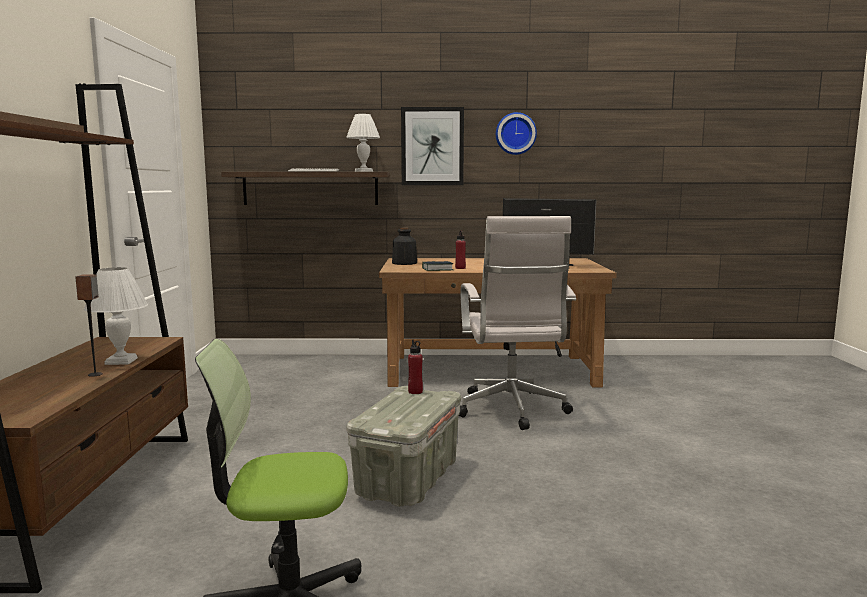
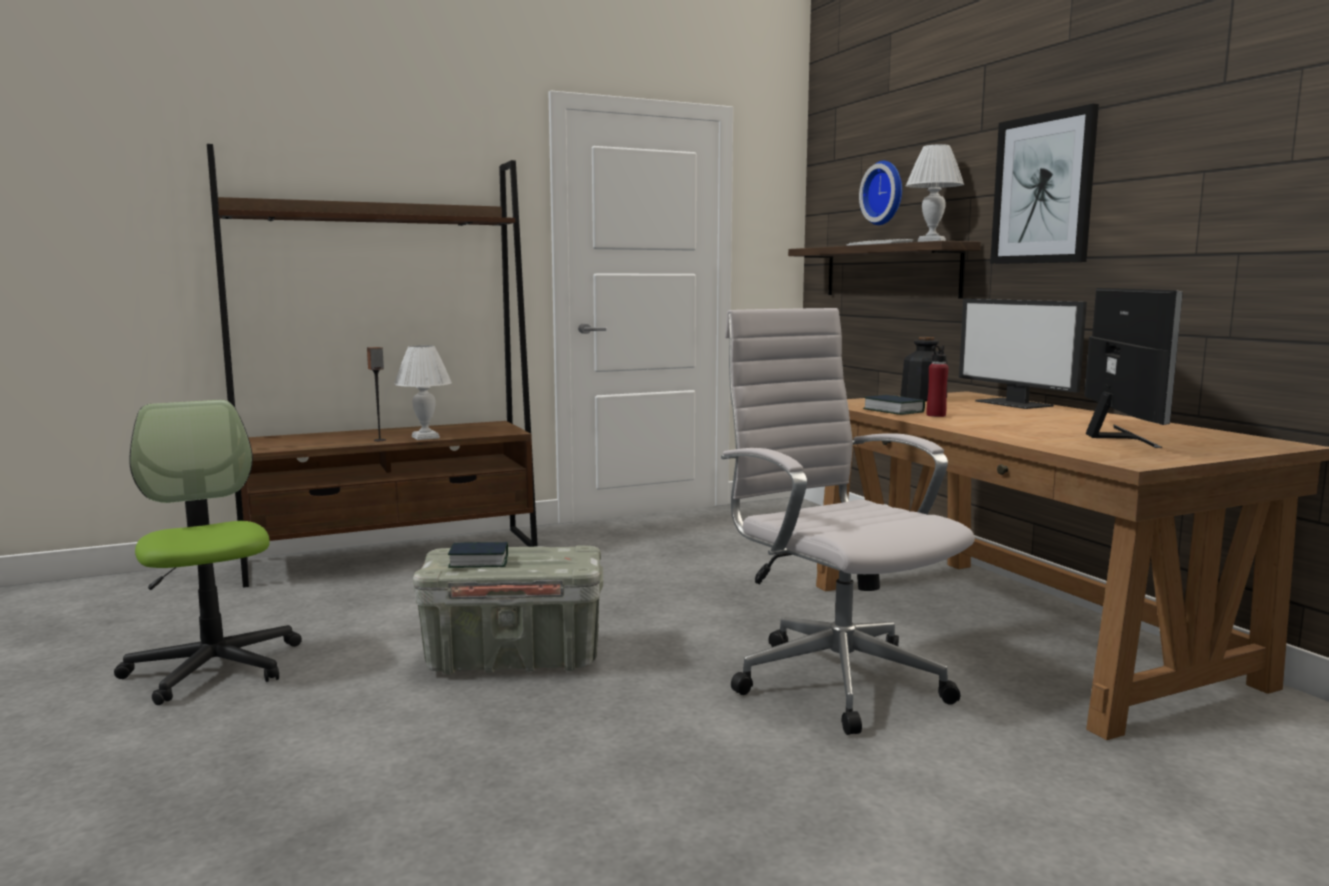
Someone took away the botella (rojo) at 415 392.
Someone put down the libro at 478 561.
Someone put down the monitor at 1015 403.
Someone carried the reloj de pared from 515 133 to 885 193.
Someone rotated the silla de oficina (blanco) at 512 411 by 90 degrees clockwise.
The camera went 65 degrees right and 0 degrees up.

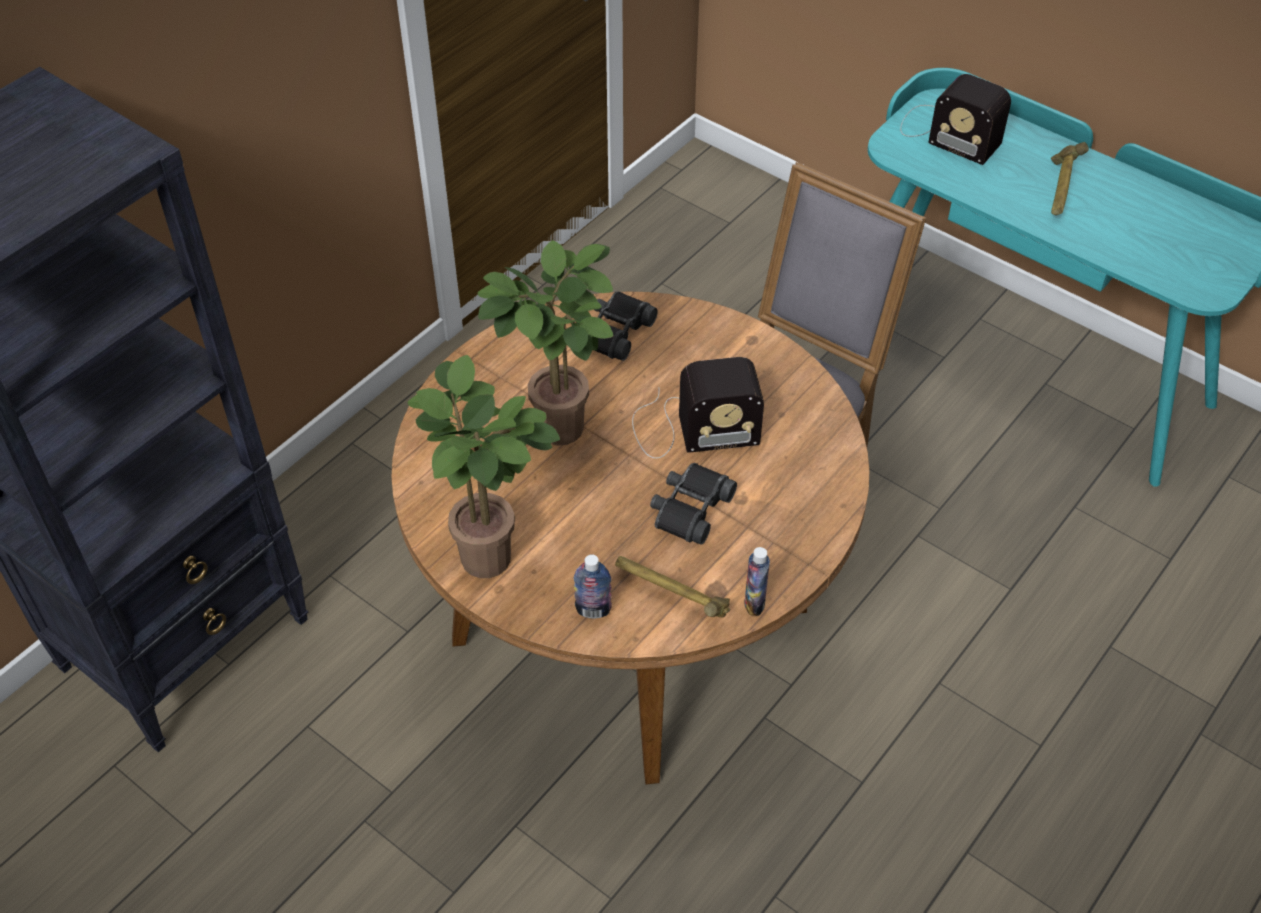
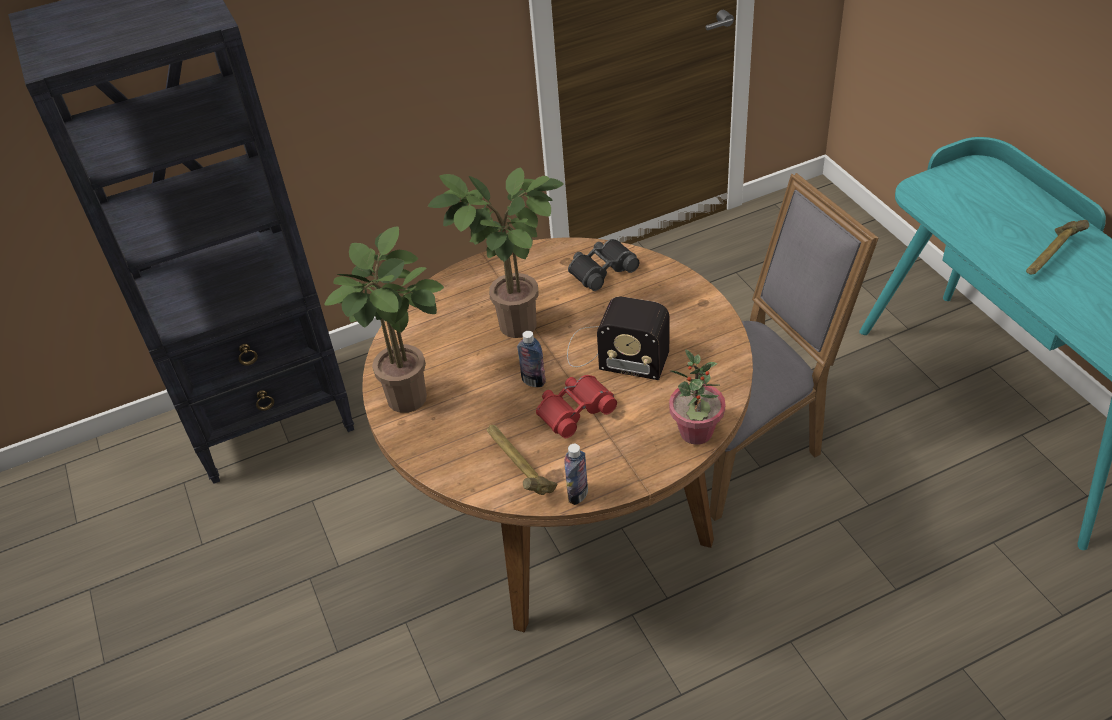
Someone took away the radio at 946 132.
Someone put down the planta en maceta at 696 432.
Someone carried the botella from 593 610 to 533 381.
Someone repainted the prismáticos (negro) at 690 509, which became the prismáticos (rojo) at 574 410.
The camera went 30 degrees right and 5 degrees down.

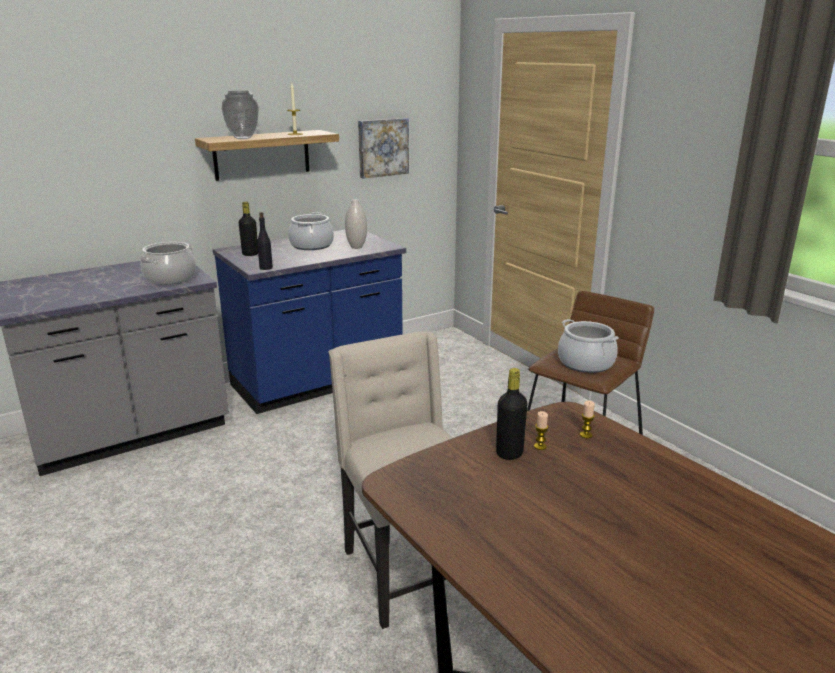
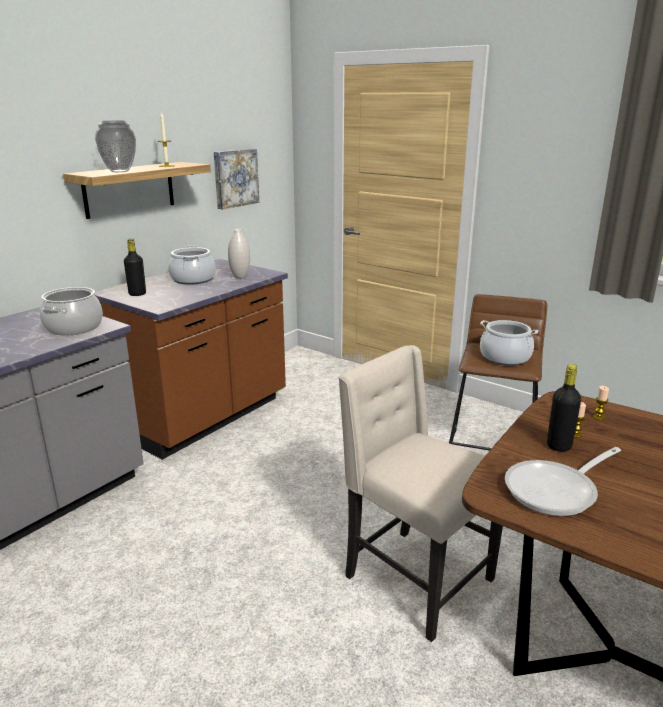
Someone took away the botella (negro) at 266 268.
Someone put down the sartén at 556 491.
Someone repainted the mueble bajo de cocina (azul) at 318 383, which became the mueble bajo de cocina (marrón) at 205 418.
The camera went 20 degrees left and 0 degrees up.

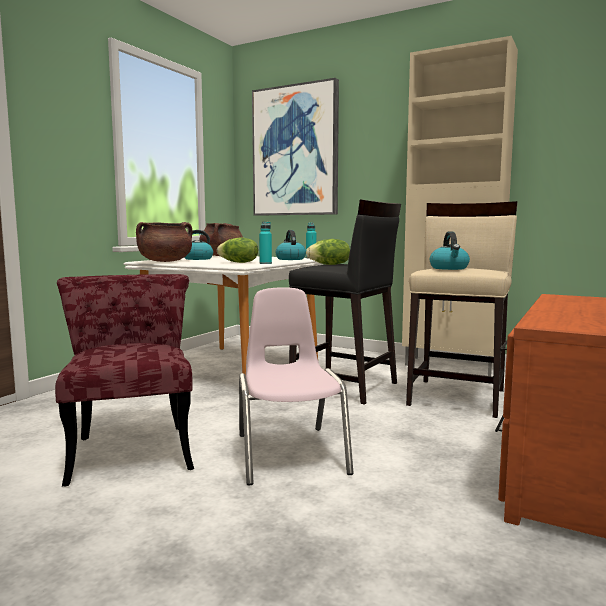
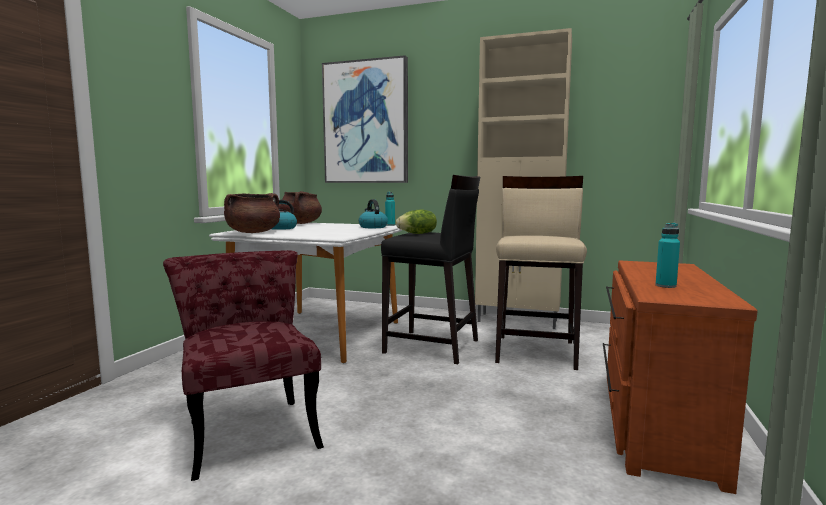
Someone took away the lechuga at 238 262.
Someone took away the silla (rosa) at 290 453.
Someone took away the hervidor at 449 268.
Someone carried the botella (turquesa) from 265 263 to 665 286.
The camera went 10 degrees left and 0 degrees up.

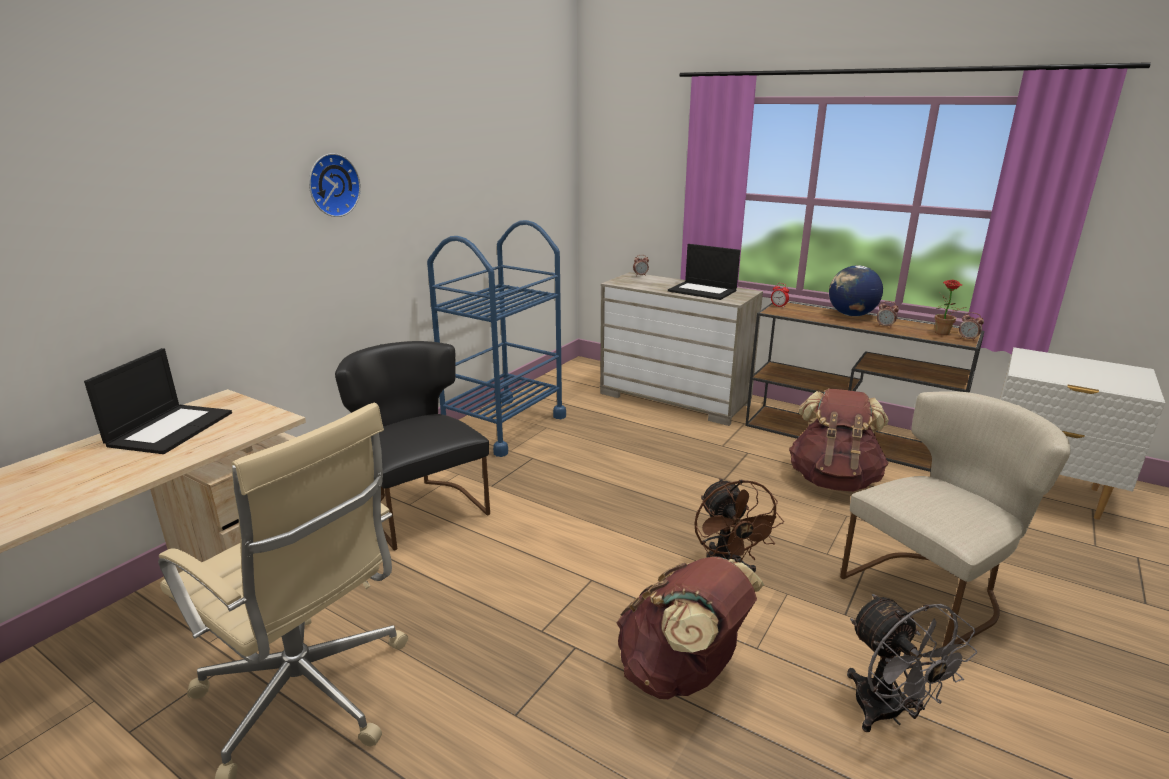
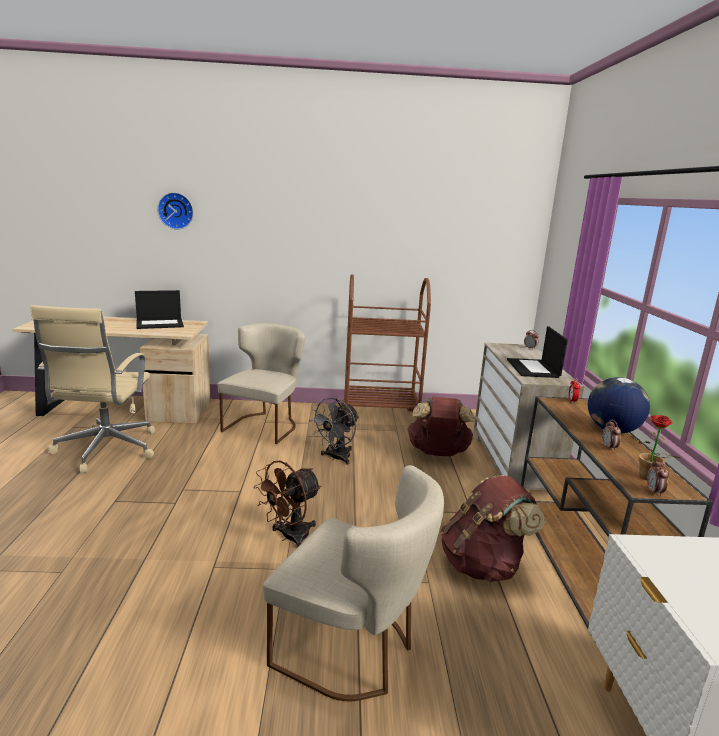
Someone carried the reloj de pared from 332 185 to 176 211.
Someone carried the mochila (marrón) from 681 673 to 438 453.
Someone carried the ventilador (gris) from 888 714 to 336 458.
Someone repainted the silla (negro) at 420 507, which became the silla (beis) at 265 425.
Someone repainted the carrito (azul) at 503 426, which became the carrito (marrón) at 379 418.
The camera went 55 degrees right and 5 degrees down.

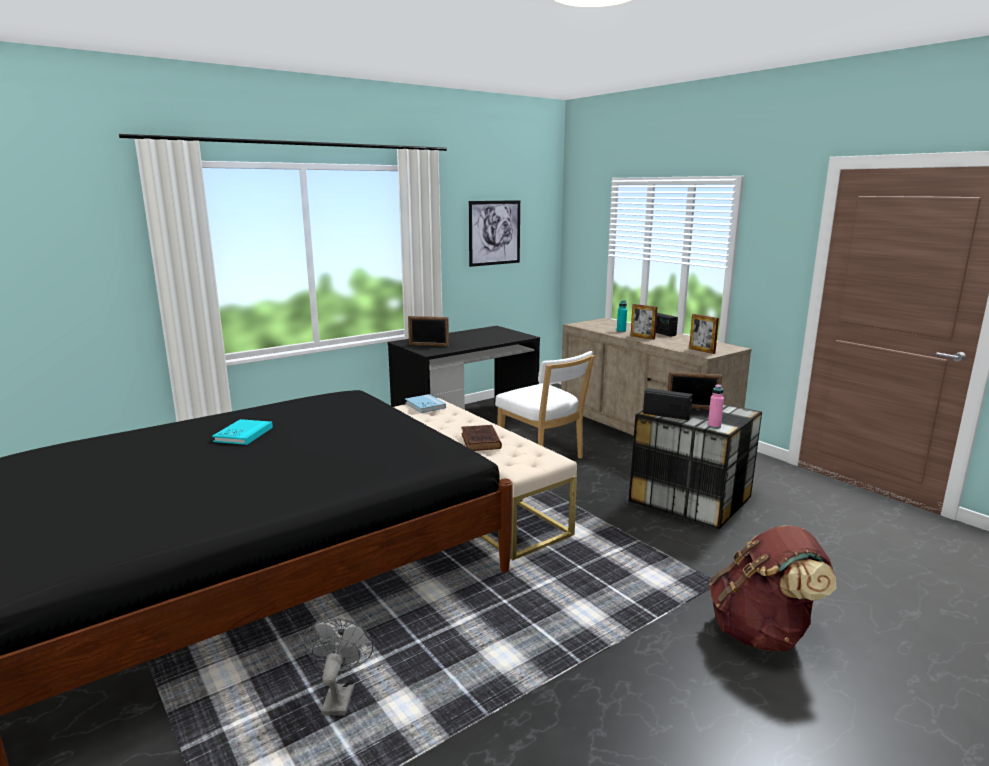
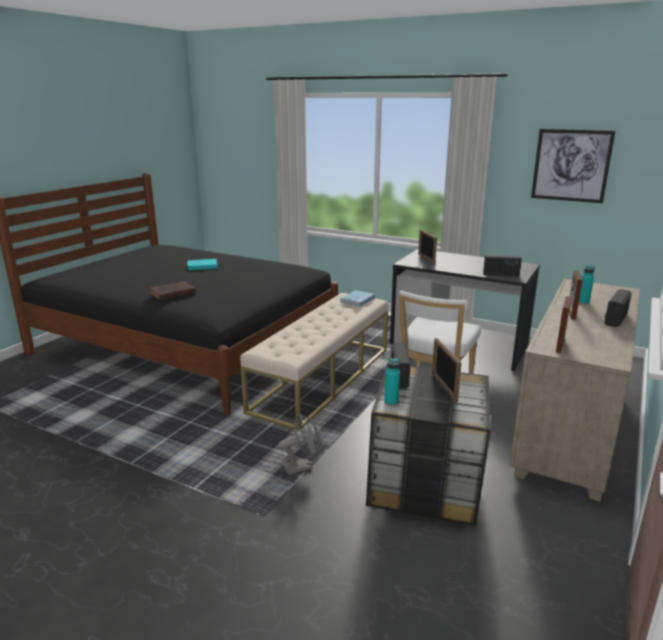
Someone took away the mochila (marrón) at 762 633.
Someone put down the radio at 501 274.
Someone carried the ventilador (gris) from 339 695 to 302 466.
Someone carried the libro (marrón) from 481 442 to 171 294.
Someone repainted the botella (rosa) at 714 426, which became the botella (turquesa) at 391 402.
The camera went 65 degrees right and 5 degrees up.

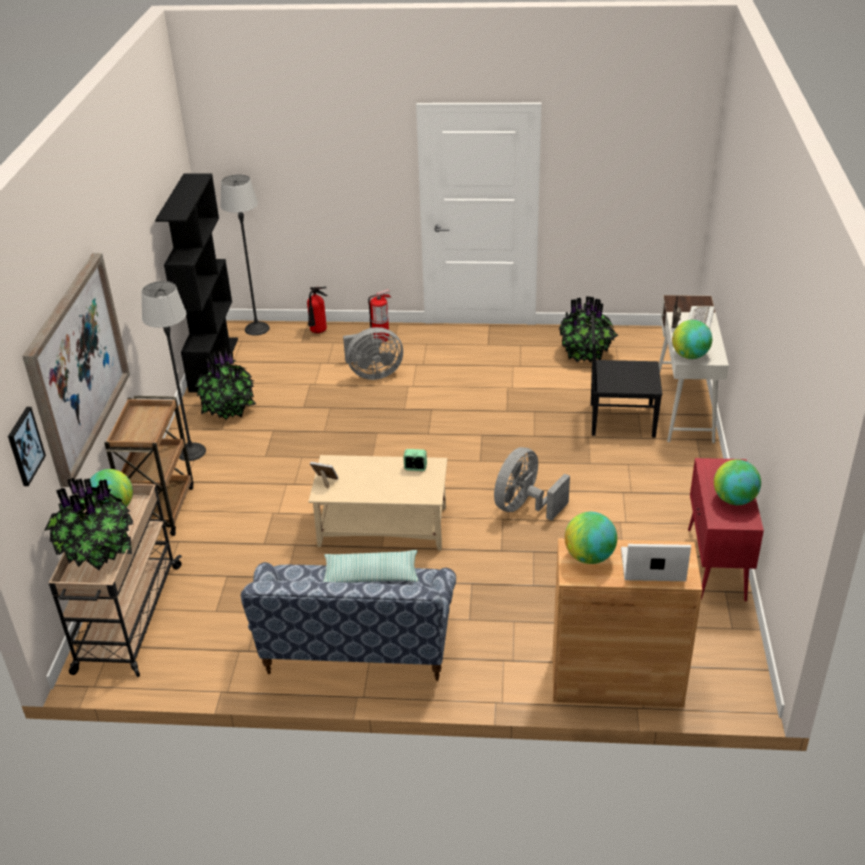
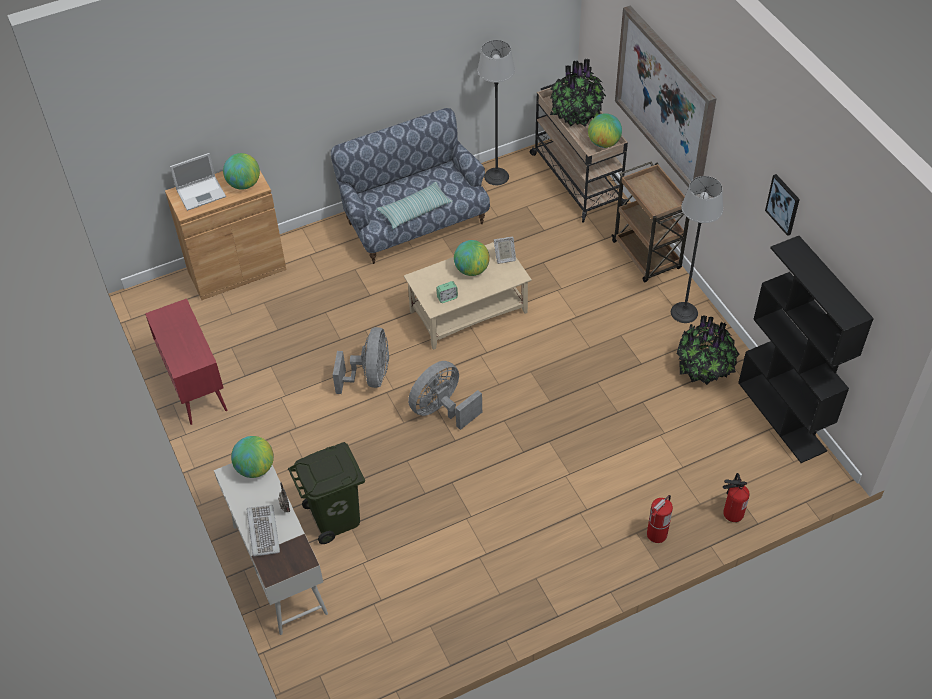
Someone took away the planta en maceta at 586 355.
Someone carried the cuadro from 25 446 to 783 204.
Someone carried the lámpara de pie from 257 328 to 496 176.
Someone carried the ventilador (gris) from 373 373 to 442 409.
Someone carried the globo terráqueo from 734 500 to 472 270.
Someone swapped the silla (negro) at 620 420 for the papelera (verde) at 336 518.
The camera went 150 degrees right and 15 degrees up.

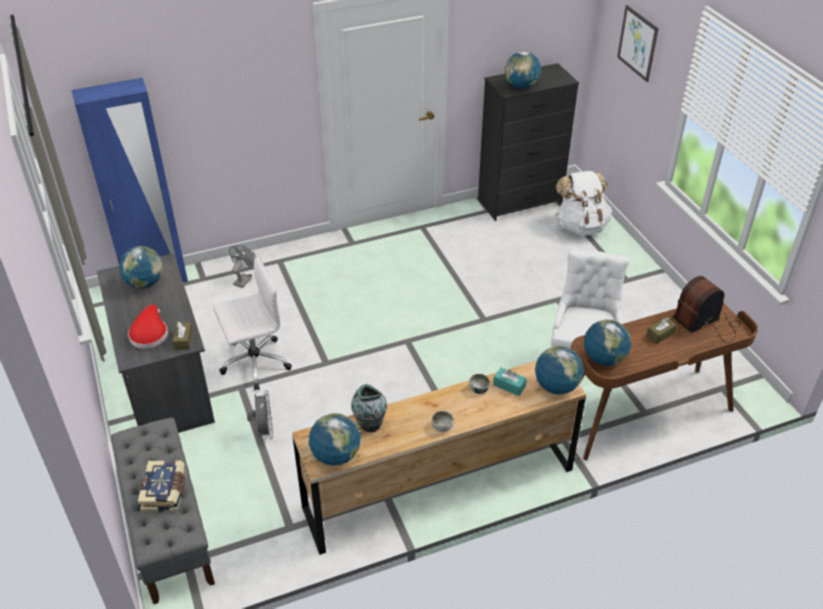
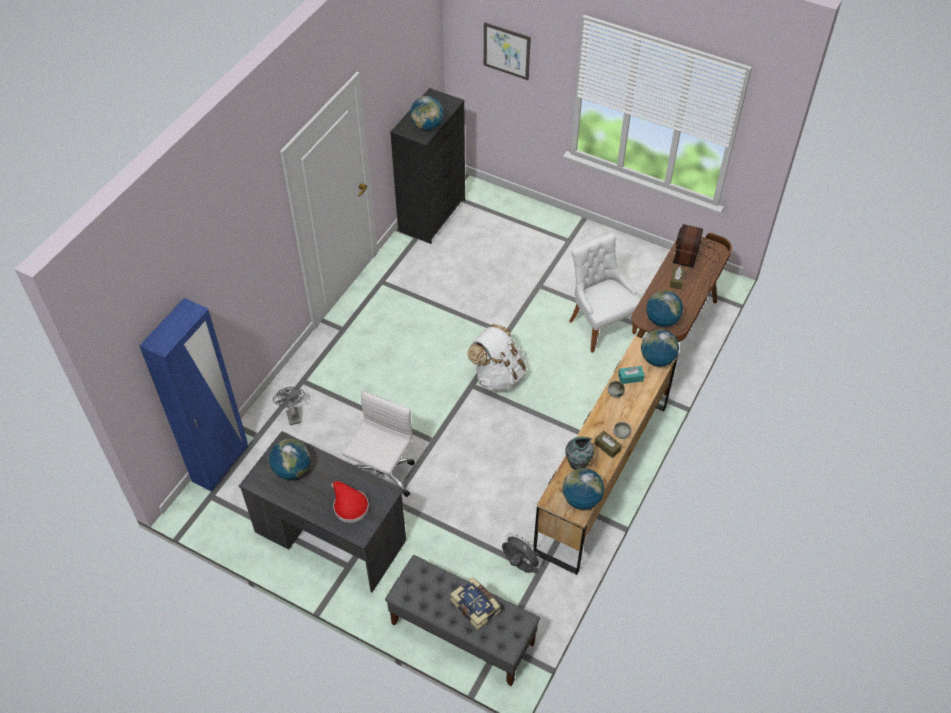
Someone carried the caja de pañuelos (marrón) from 183 340 to 607 447.
Someone carried the ventilador (gris) from 264 431 to 519 565.
Someone carried the mochila (blanco) from 580 226 to 498 376.
The camera went 40 degrees left and 10 degrees up.

